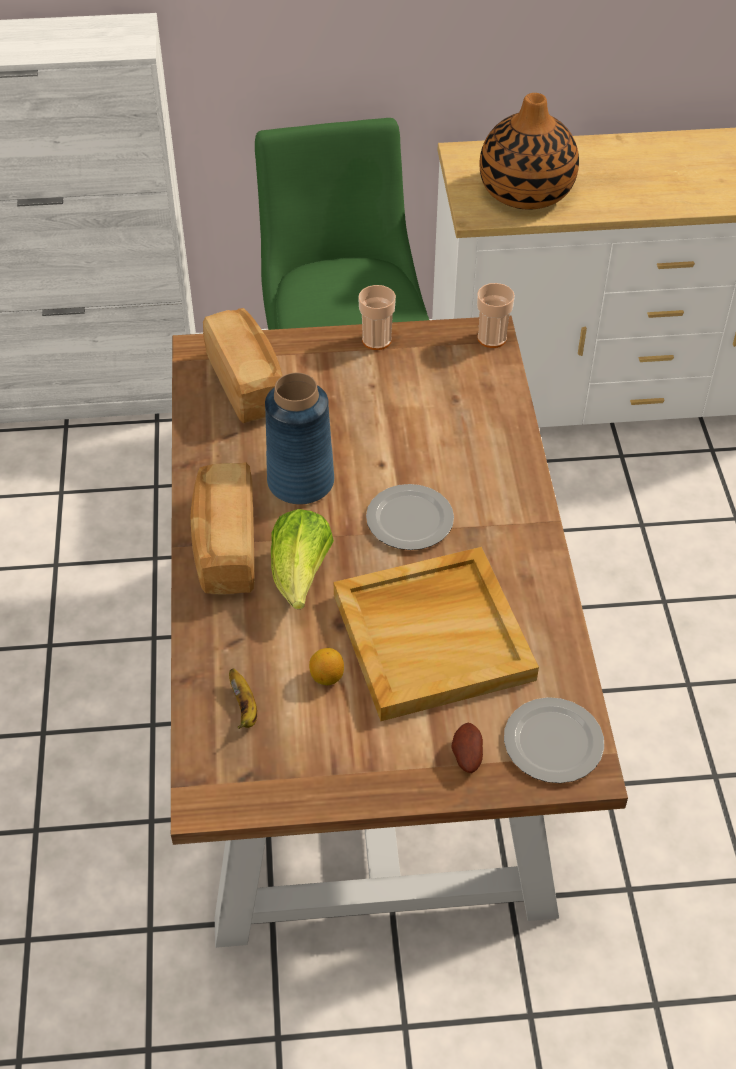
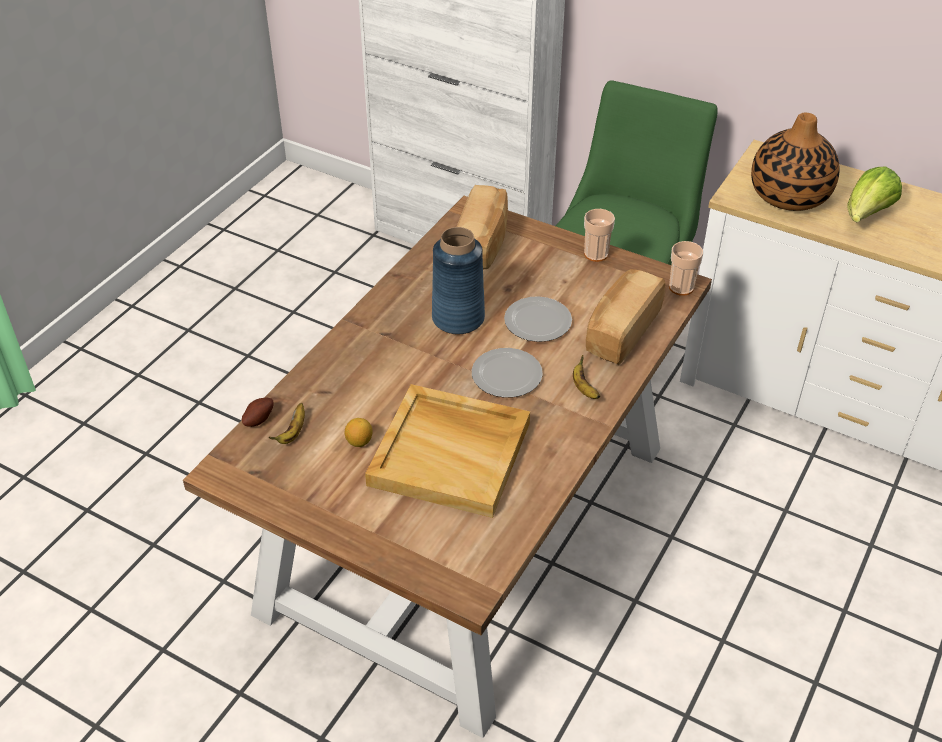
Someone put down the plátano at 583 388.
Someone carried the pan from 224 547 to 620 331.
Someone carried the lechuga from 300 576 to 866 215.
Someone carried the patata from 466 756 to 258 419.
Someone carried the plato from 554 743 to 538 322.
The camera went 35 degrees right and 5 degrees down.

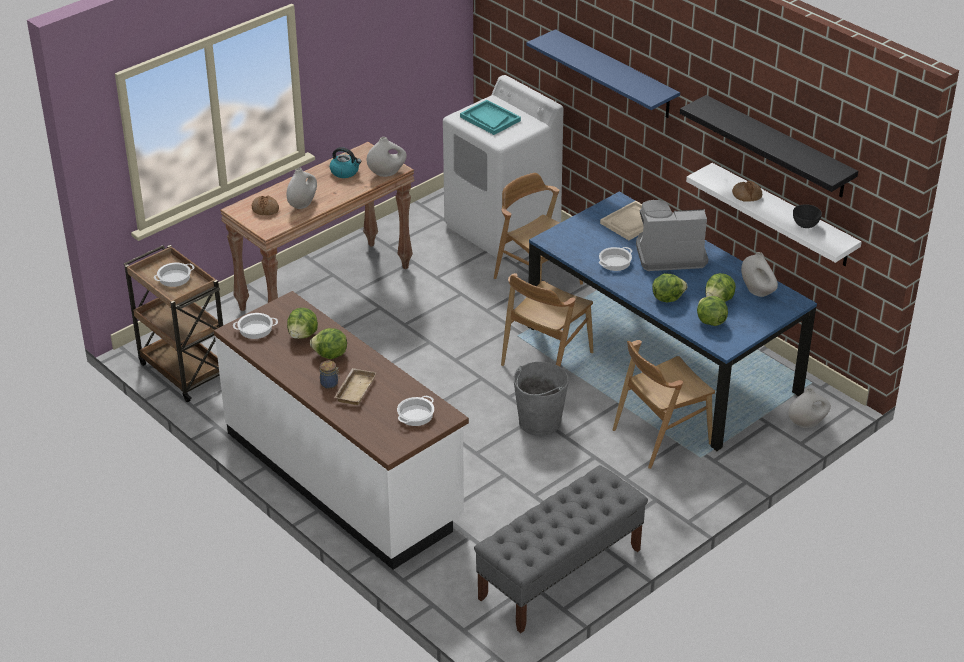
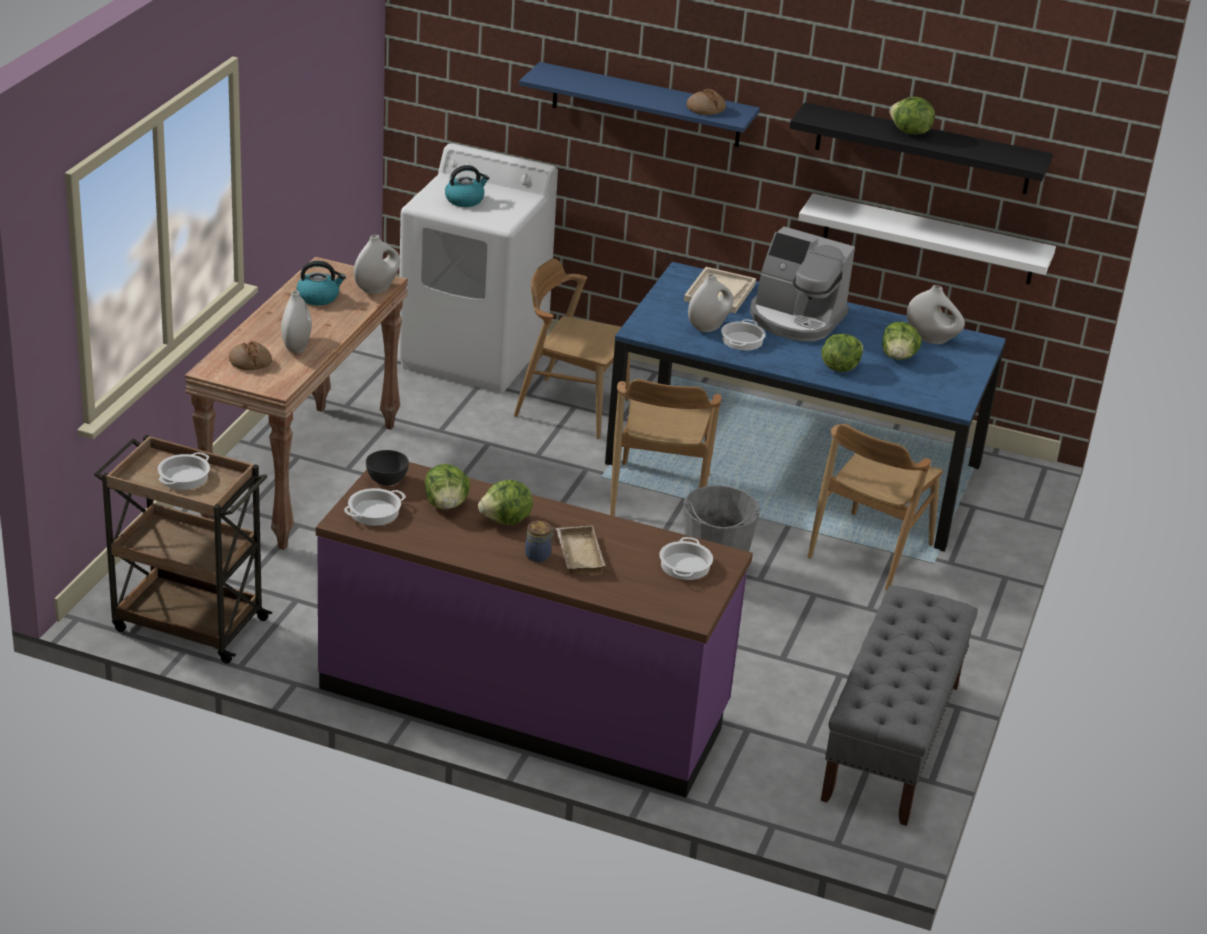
Someone carried the lechuga from 710 321 to 909 132.
Someone carried the pan from 746 195 to 705 109.
Someone carried the florero (blanco) from 807 423 to 708 327.
Someone carried the cuenco (gris) from 805 225 to 387 480.
Someone swapped the bandeja (turquesa) at 490 119 for the hervidor at 465 200.
Someone repainted the mueble bajo de cocina (blanco) at 344 476, which became the mueble bajo de cocina (morado) at 524 701.
Someone rotated the cafetera at 669 254 by 120 degrees counterclockwise.
The camera went 30 degrees left and 5 degrees down.

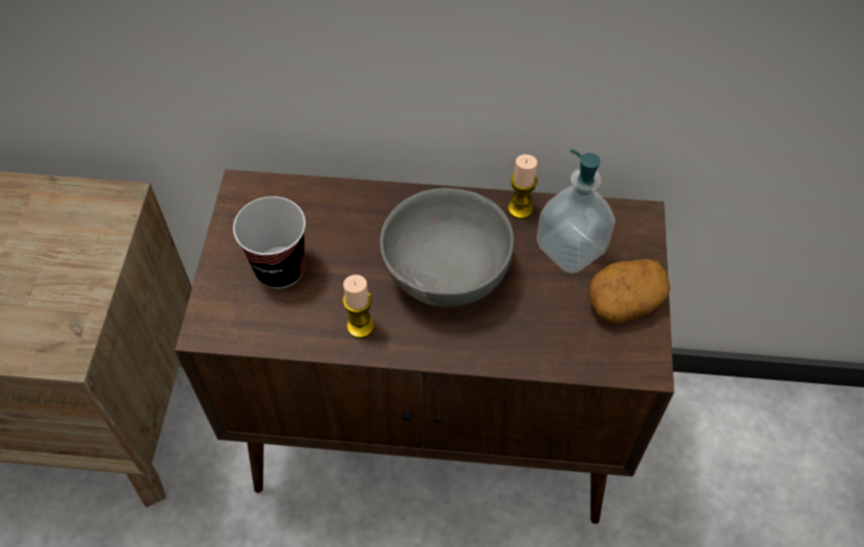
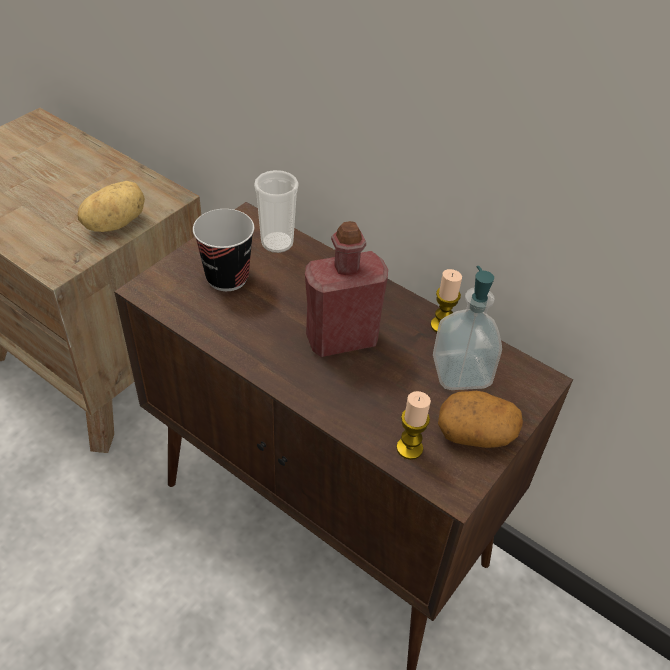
Someone put down the patata at 114 223.
Someone put down the taza at 277 243.
Someone carried the vela from 360 326 to 409 448.
Someone swapped the cuenco (gris) at 443 275 for the botella (rojo) at 341 339.
The camera went 30 degrees right and 10 degrees down.

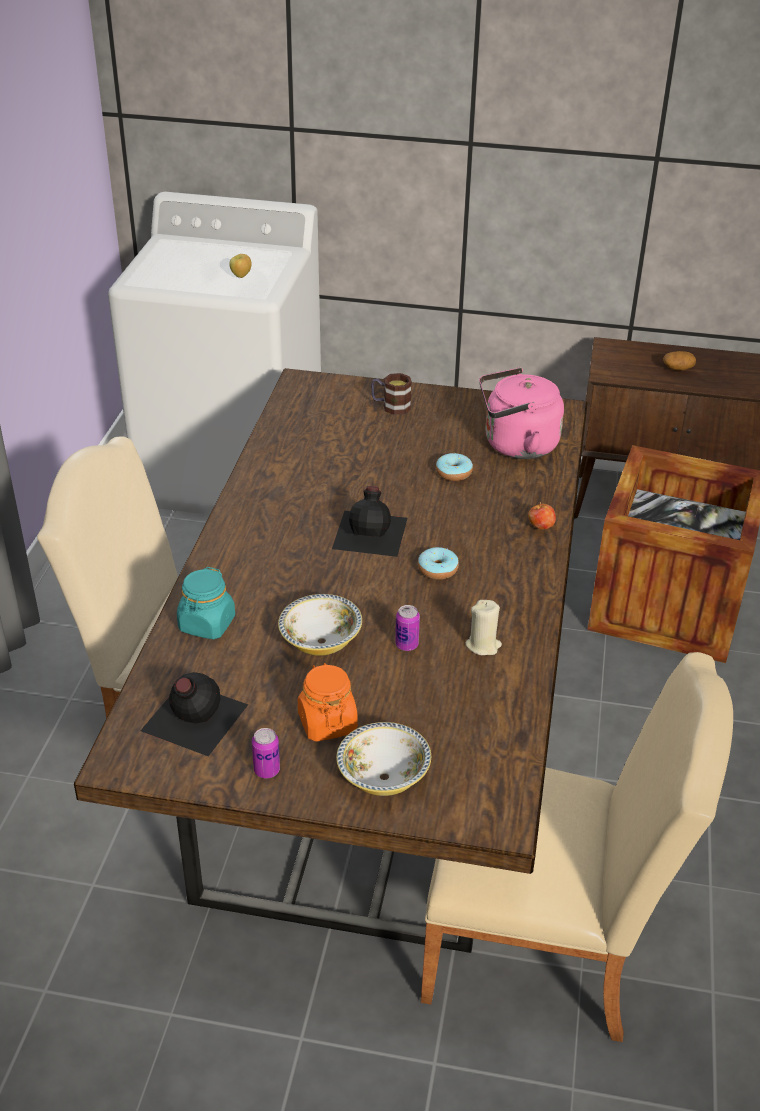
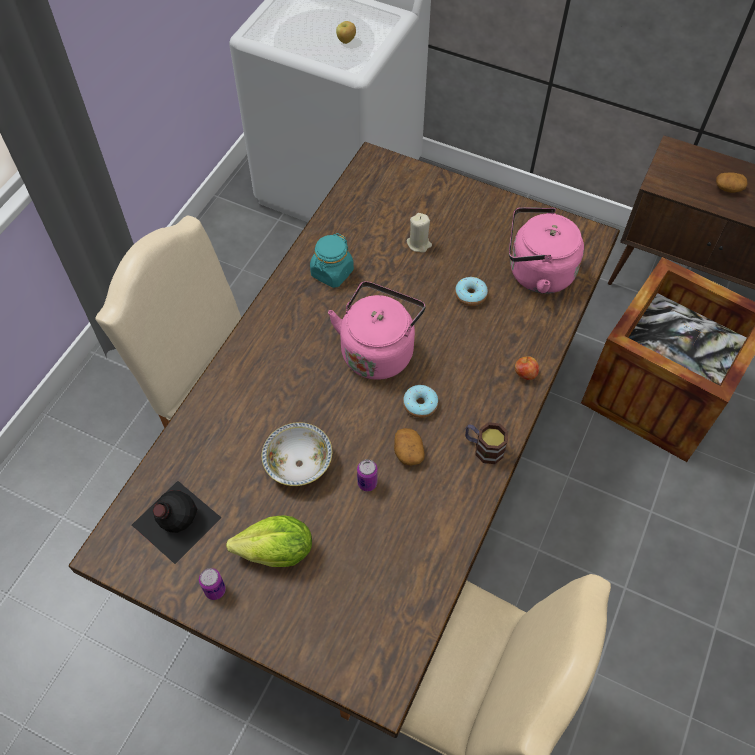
Someone took away the cuenco at 383 777.
Someone put down the patata at 408 452.
Someone carried the tarro (turquesa) from 207 624 to 332 273.
Someone carried the taza grande from 390 406 to 483 448.
Someone carried the vela (beis) from 483 645 to 419 244.
Someone swapped the tarro (naranja) at 327 723 for the lechuga at 277 552.
Someone swapped the botella (negro) at 371 532 for the hervidor (rosa) at 378 350.
The camera went 15 degrees right and 20 degrees up.

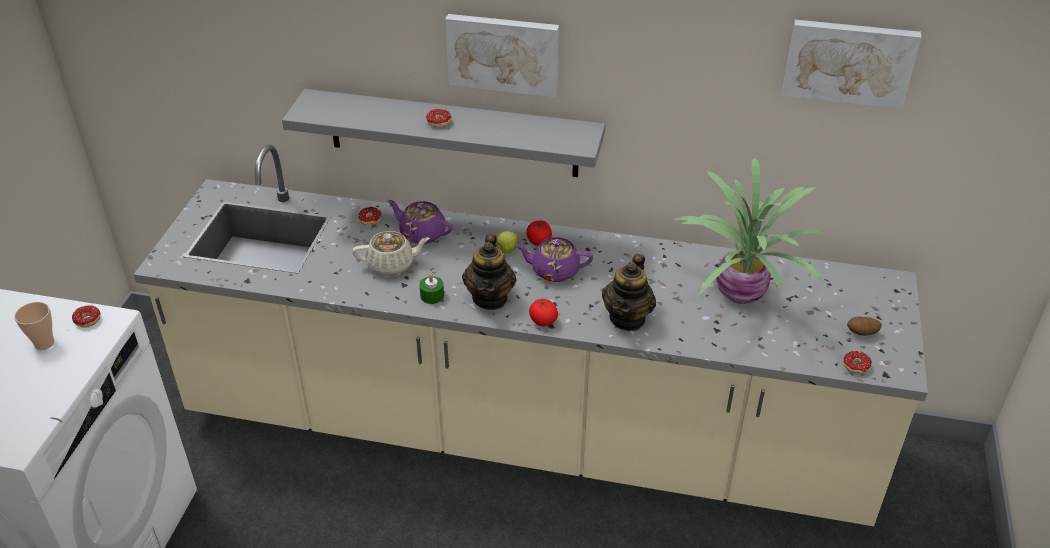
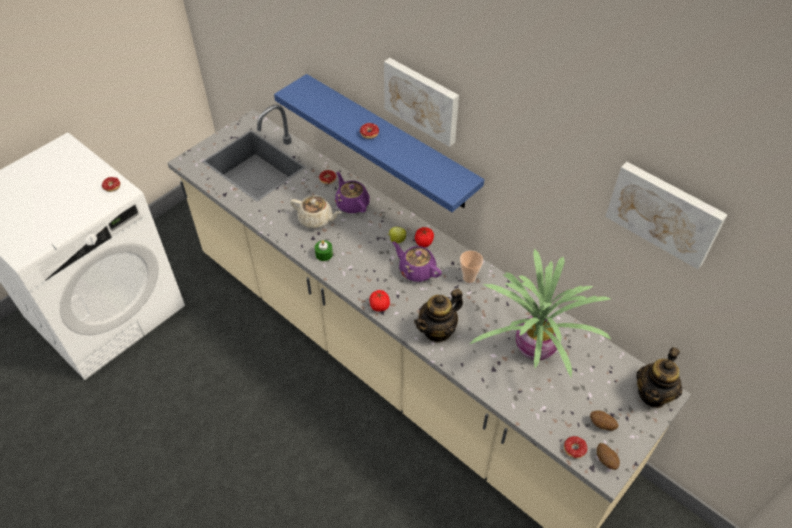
Someone put down the patata at 606 460.
Someone carried the taza from 44 343 to 469 277.
Someone carried the tetera from 490 298 to 653 394.
Someone repainted the estante (gris) at 452 133, which became the estante (azul) at 389 142.
The camera went 30 degrees right and 10 degrees up.

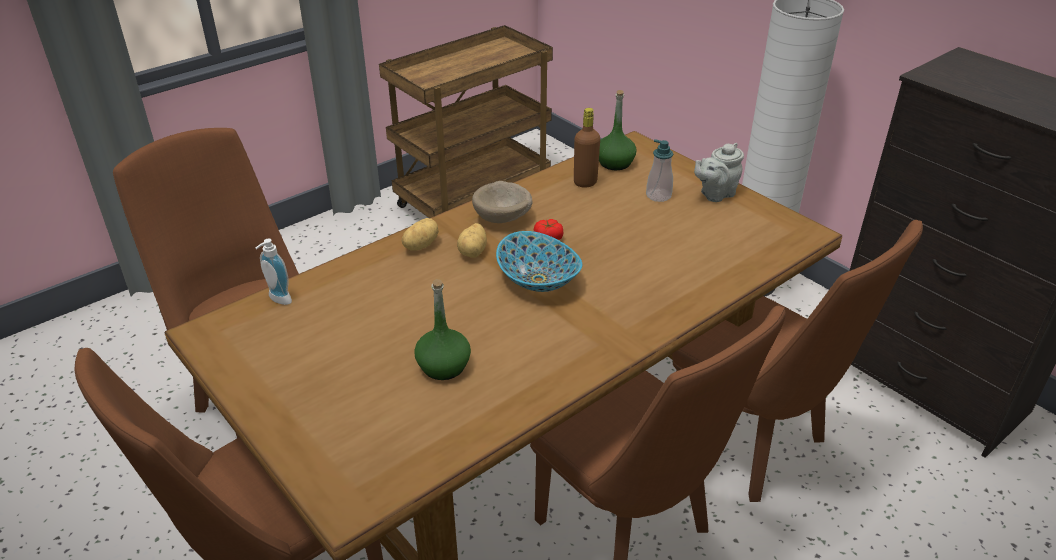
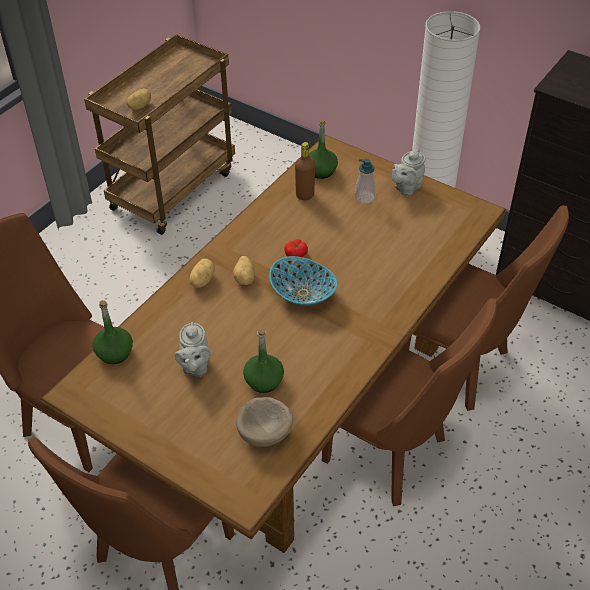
Someone put down the patata at 139 106.
Someone put down the tetera (gris) at 195 366.
Someone carried the cuenco (beis) from 503 218 to 266 433.
Someone swapped the dispensador de jabón at 277 300 for the botella (verde) at 115 353.
The camera went 15 degrees left and 10 degrees up.

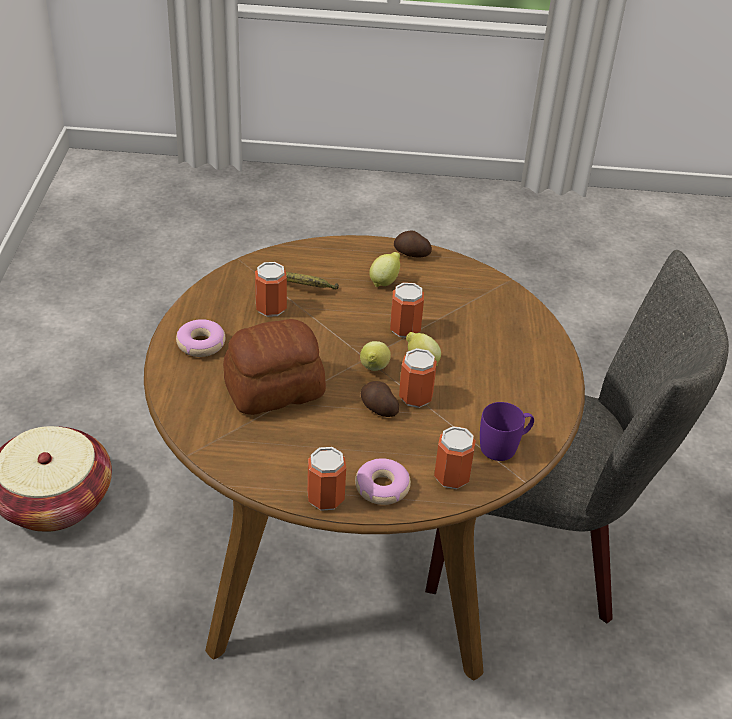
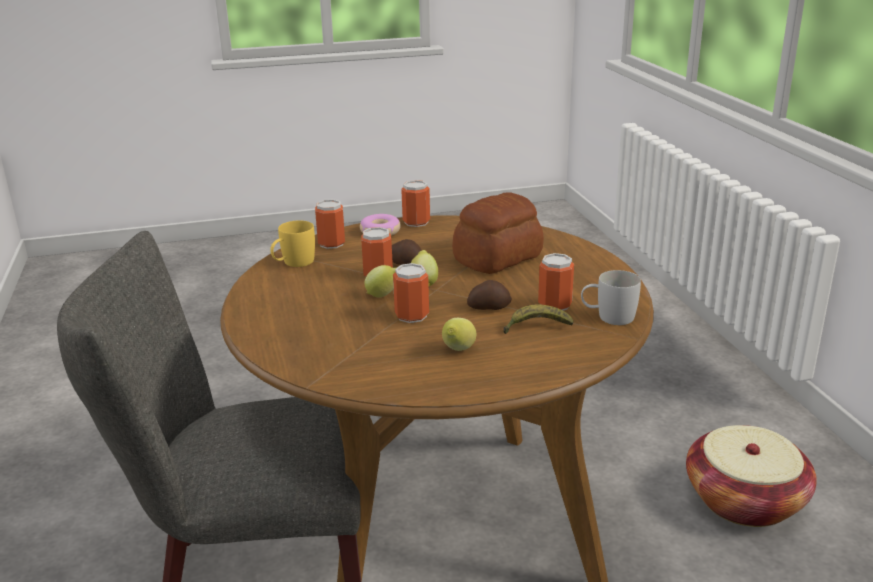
Someone took away the rosquilla at 201 344.
Someone put down the taza grande (blanco) at 608 317.
Someone carried the patata from 411 254 to 488 307.
Someone repainted the taza grande (morado) at 505 446, which became the taza grande (amarillo) at 293 263.
The camera went 165 degrees right and 15 degrees down.

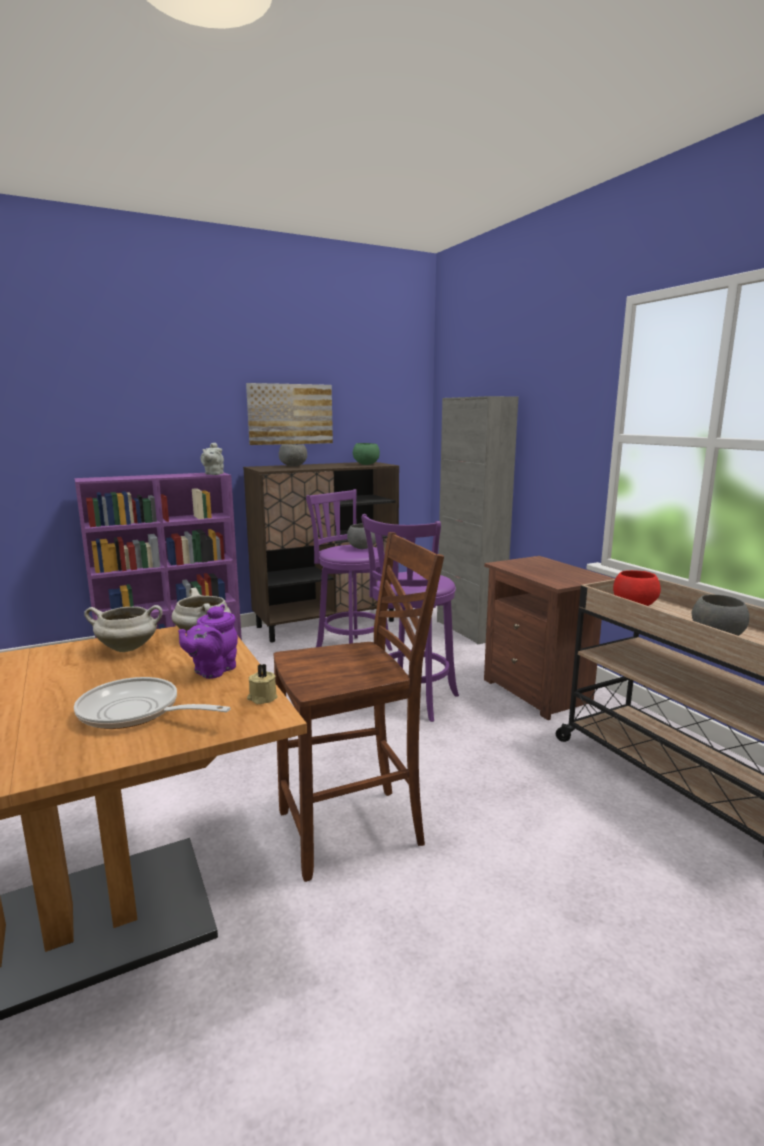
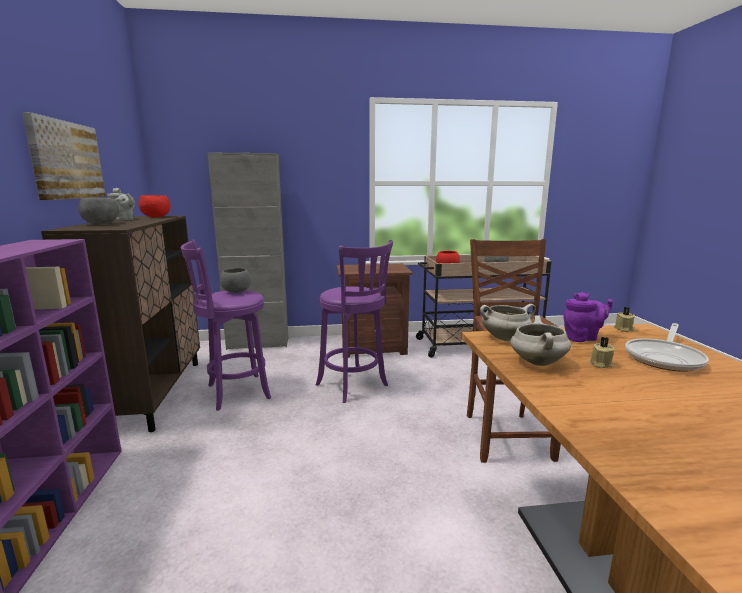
Someone put down the vela (beis) at 600 364.
Someone carried the tetera (gris) from 213 474 to 123 219.
Someone repainted the cuenco (verde) at 365 464, which became the cuenco (rojo) at 156 217.
Someone rotated the tetera (morado) at 212 671 by 60 degrees counterclockwise.
The camera went 70 degrees left and 0 degrees up.

